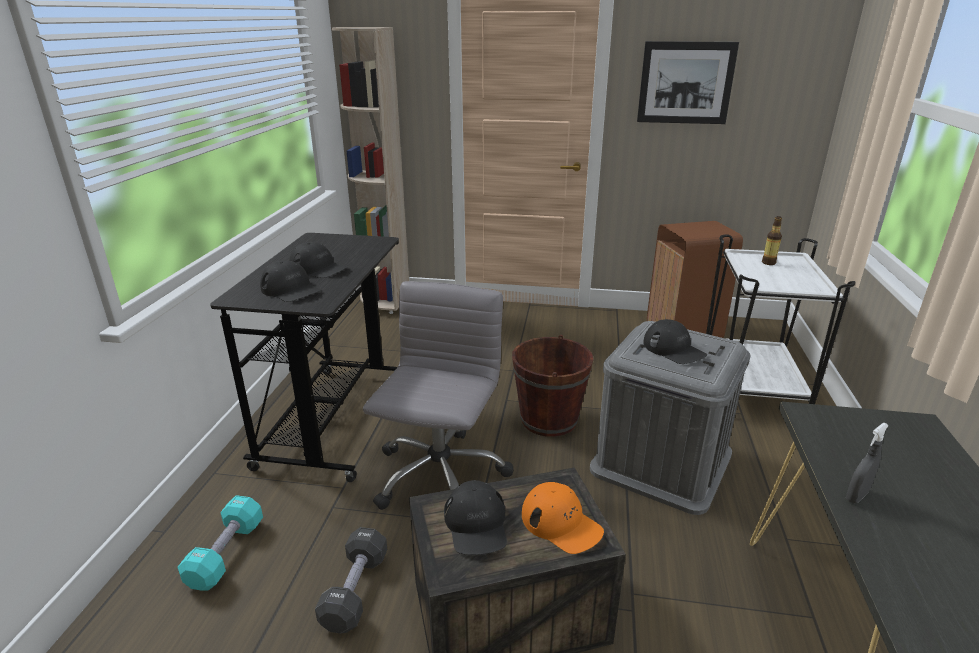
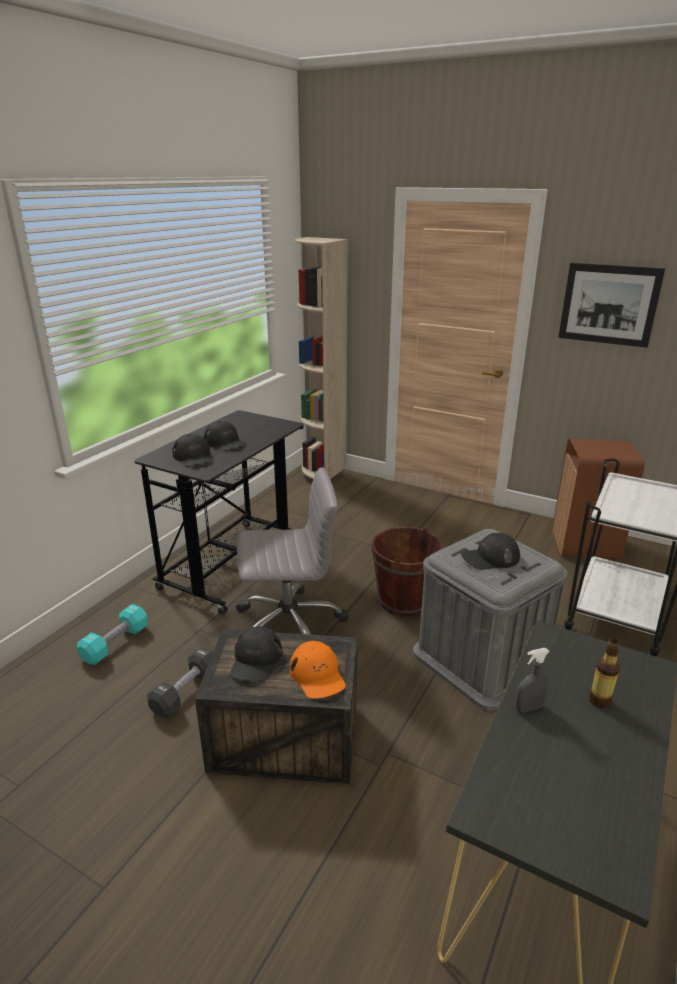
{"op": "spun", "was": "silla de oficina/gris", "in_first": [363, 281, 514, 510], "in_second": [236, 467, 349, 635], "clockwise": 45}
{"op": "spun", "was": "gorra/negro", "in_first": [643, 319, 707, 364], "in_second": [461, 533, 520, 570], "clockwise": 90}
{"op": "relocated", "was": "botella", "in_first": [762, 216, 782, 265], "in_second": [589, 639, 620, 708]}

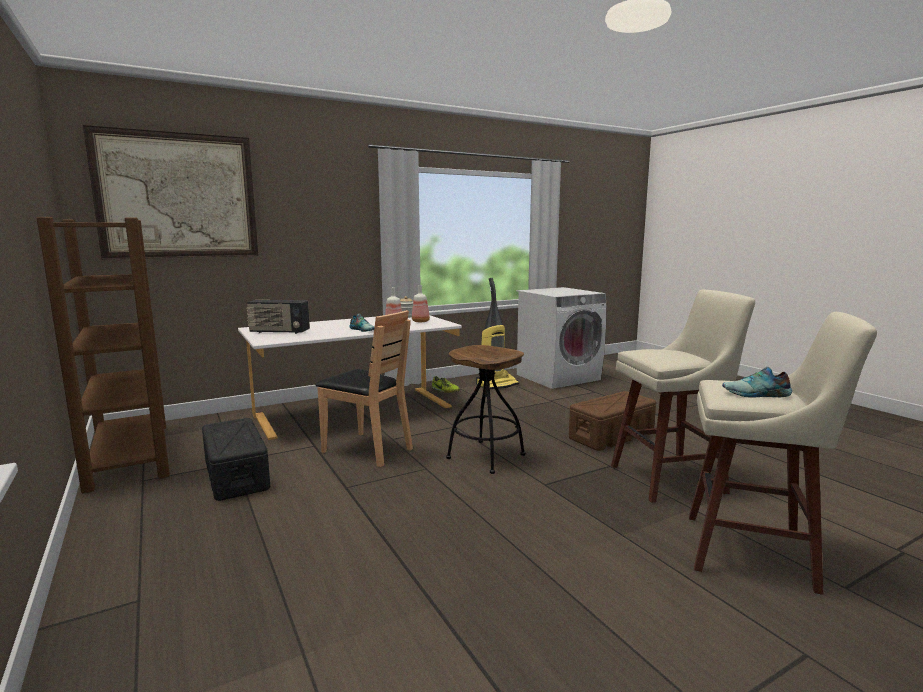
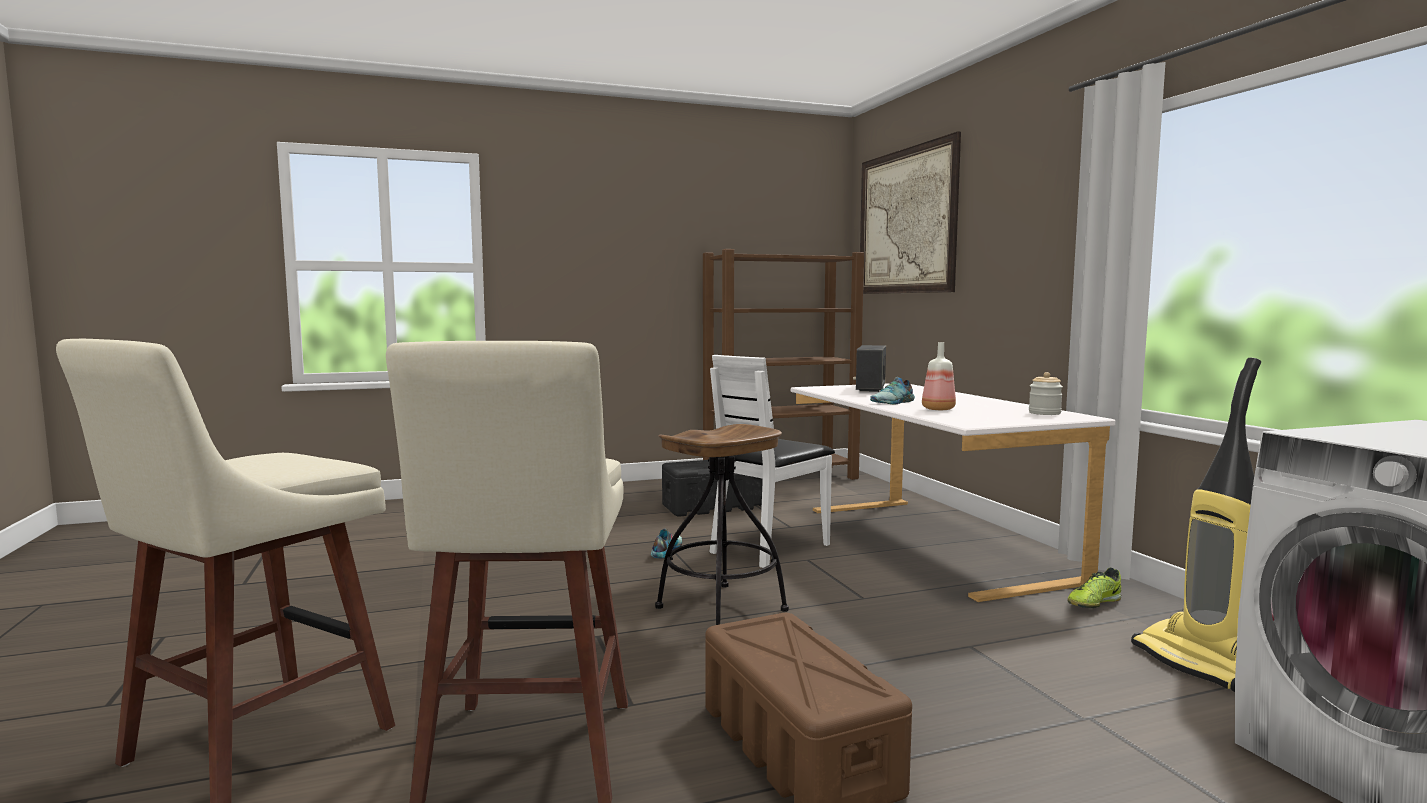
{"op": "colour", "was": "silla/marrón", "now": "silla/blanco", "in_first": [315, 310, 413, 467], "in_second": [710, 355, 835, 568]}
{"op": "missing", "was": "botella", "in_first": [412, 285, 430, 322]}
{"op": "relocated", "was": "zapato", "in_first": [722, 367, 792, 398], "in_second": [651, 529, 682, 559]}

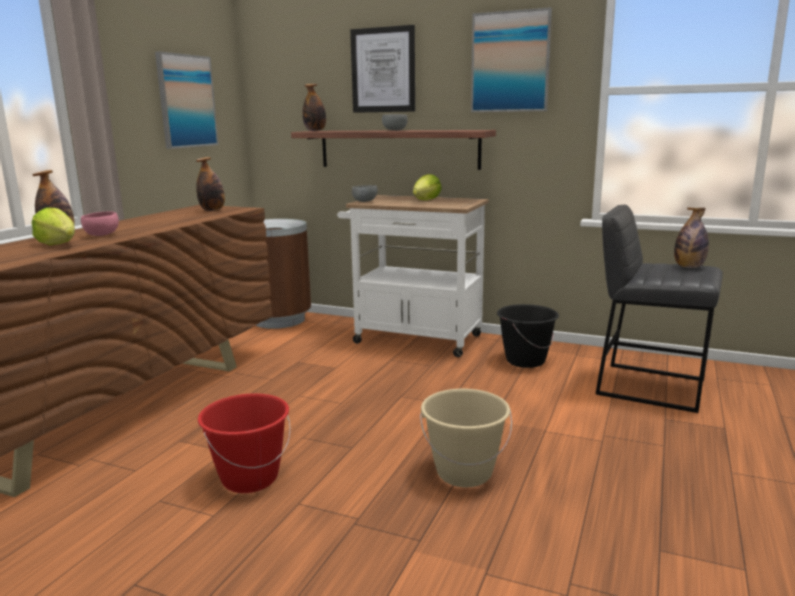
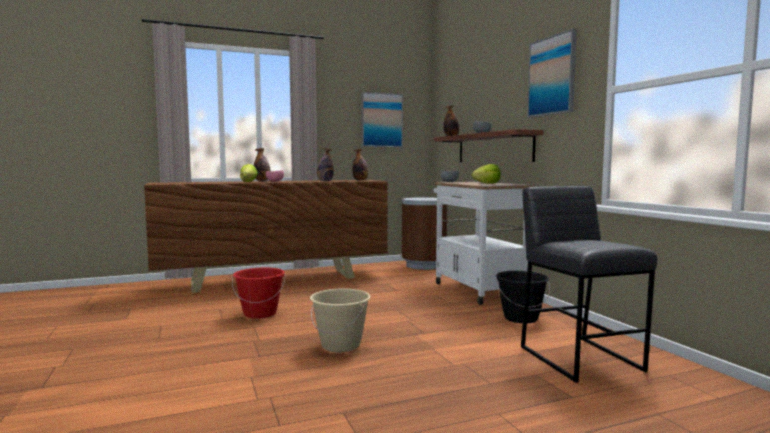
{"op": "missing", "was": "cuadro", "in_first": [350, 25, 415, 113]}
{"op": "relocated", "was": "botella", "in_first": [674, 208, 709, 268], "in_second": [317, 148, 334, 182]}

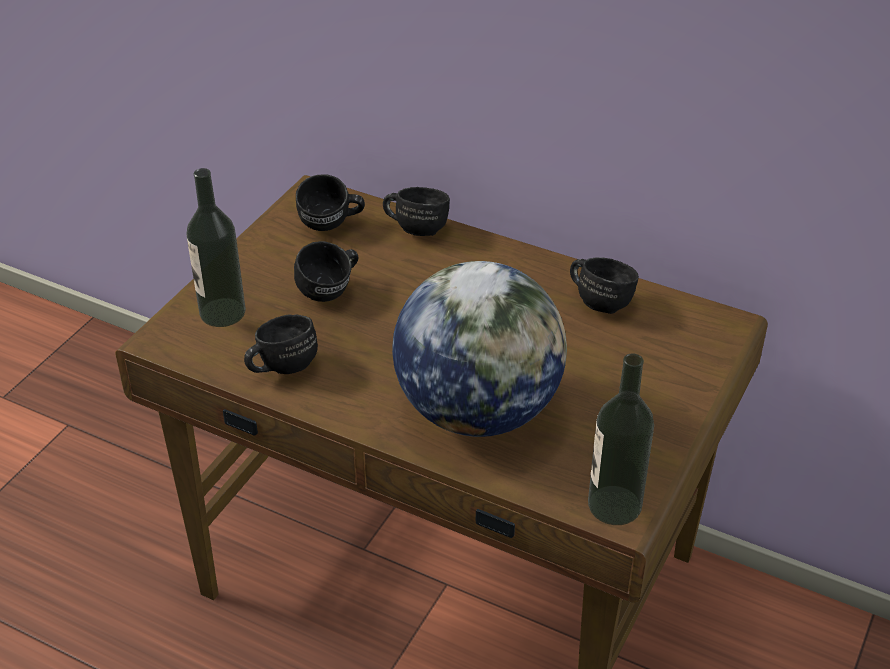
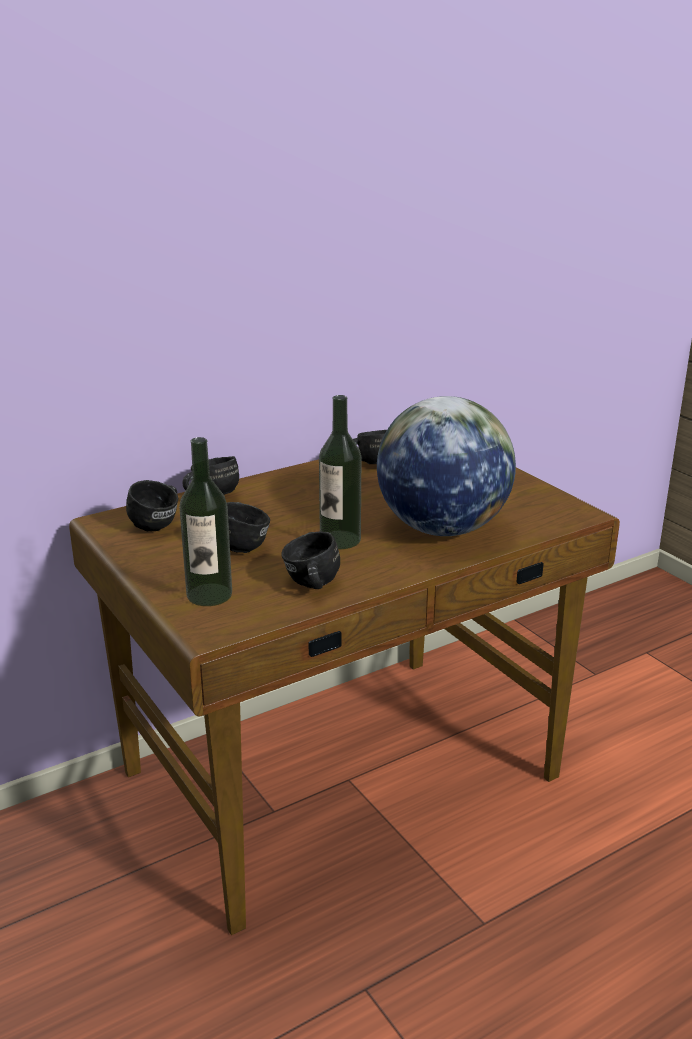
{"op": "relocated", "was": "botella", "in_first": [588, 353, 654, 525], "in_second": [319, 395, 361, 549]}

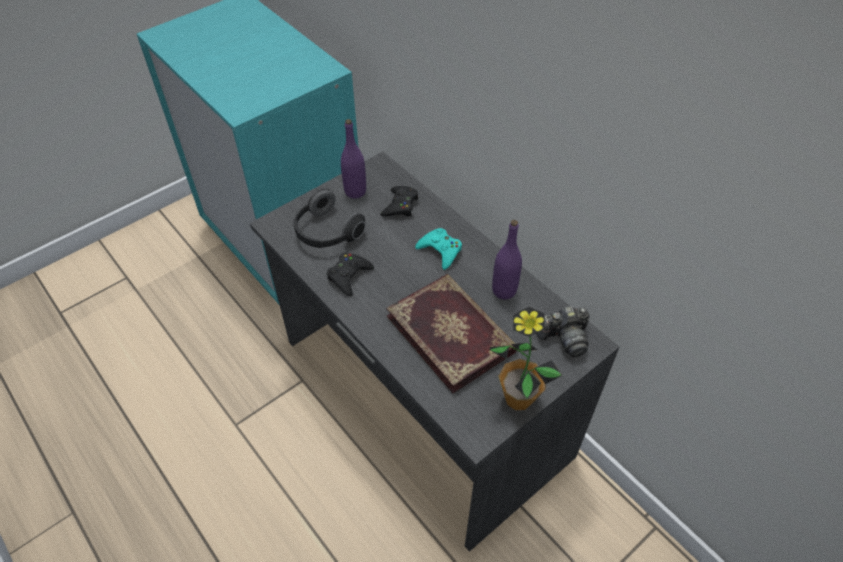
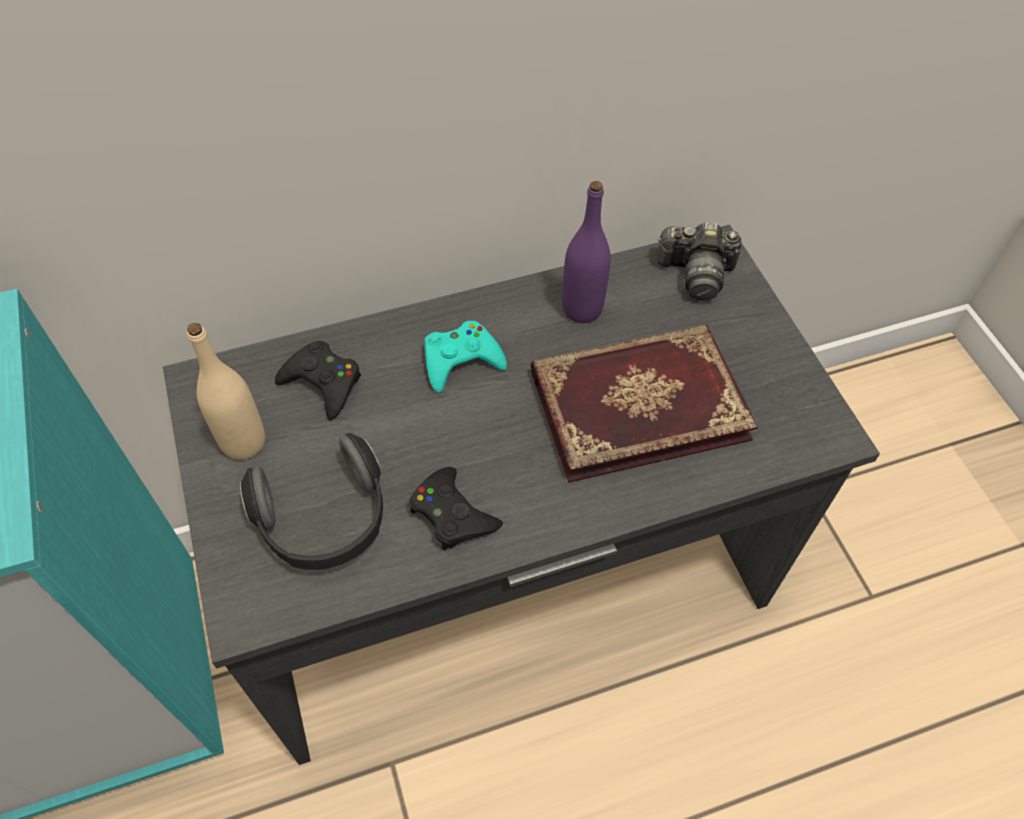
{"op": "colour", "was": "botella/morado", "now": "botella/beis", "in_first": [341, 119, 366, 199], "in_second": [187, 323, 265, 460]}
{"op": "missing", "was": "planta en maceta", "in_first": [490, 307, 562, 410]}
{"op": "spun", "was": "cámara", "in_first": [536, 306, 589, 357], "in_second": [657, 222, 741, 301], "clockwise": 90}

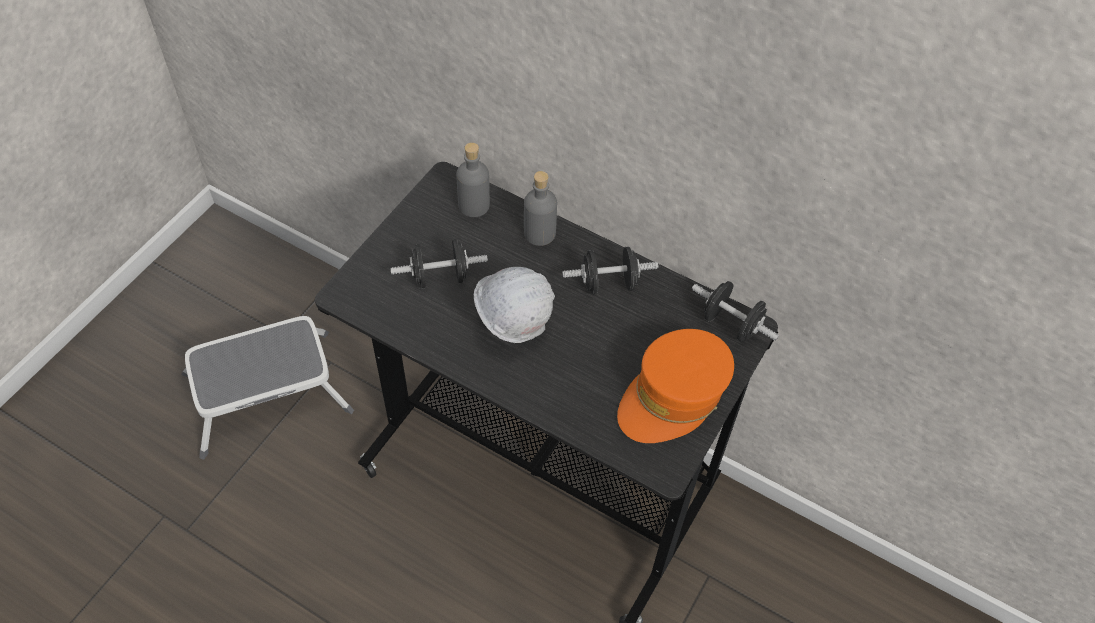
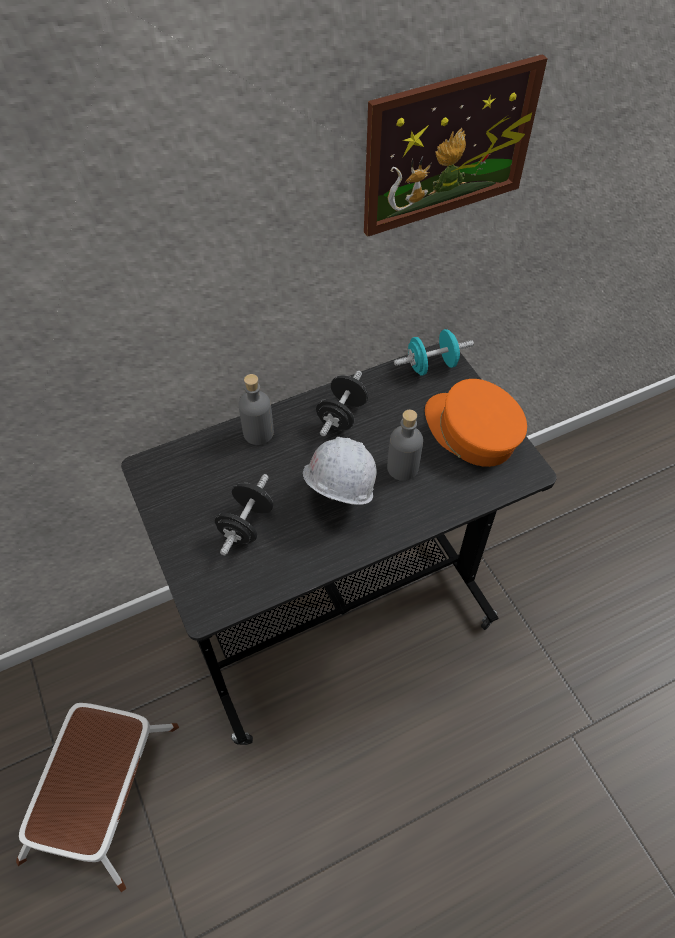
{"op": "colour", "was": "escalera de tijera/gris", "now": "escalera de tijera/marrón", "in_first": [181, 316, 354, 460], "in_second": [16, 703, 179, 892]}
{"op": "relocated", "was": "botella/gris", "in_first": [456, 142, 490, 217], "in_second": [387, 410, 423, 481]}
{"op": "spun", "was": "gorra/naranja", "in_first": [617, 329, 734, 443], "in_second": [425, 379, 527, 467], "clockwise": 150}
{"op": "colour", "was": "mancuerna/negro", "now": "mancuerna/turquesa", "in_first": [692, 281, 779, 341], "in_second": [394, 329, 474, 375]}
{"op": "appeared", "now": "cuadro", "in_second": [364, 54, 548, 237]}

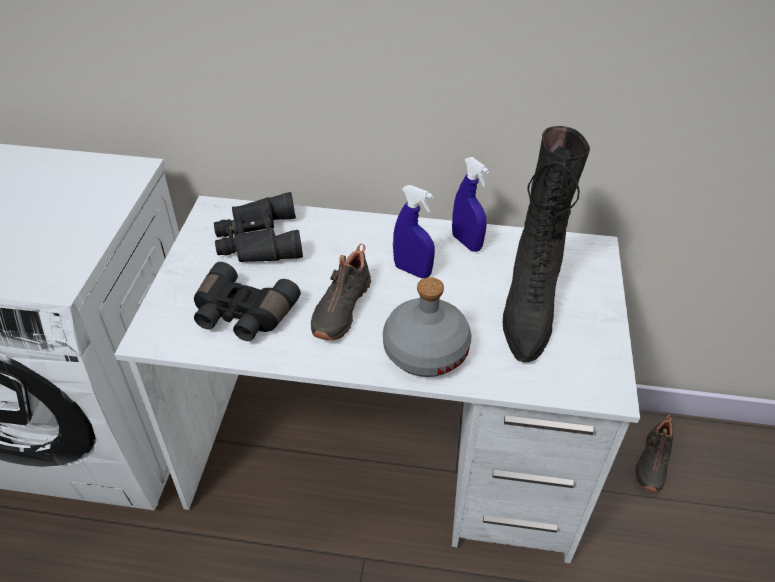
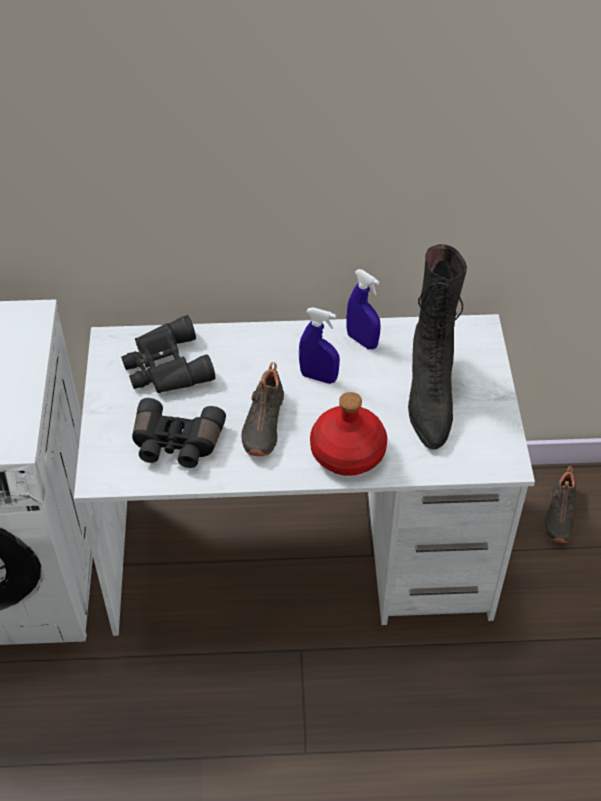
{"op": "colour", "was": "botella/gris", "now": "botella/rojo", "in_first": [383, 277, 471, 377], "in_second": [310, 392, 387, 476]}

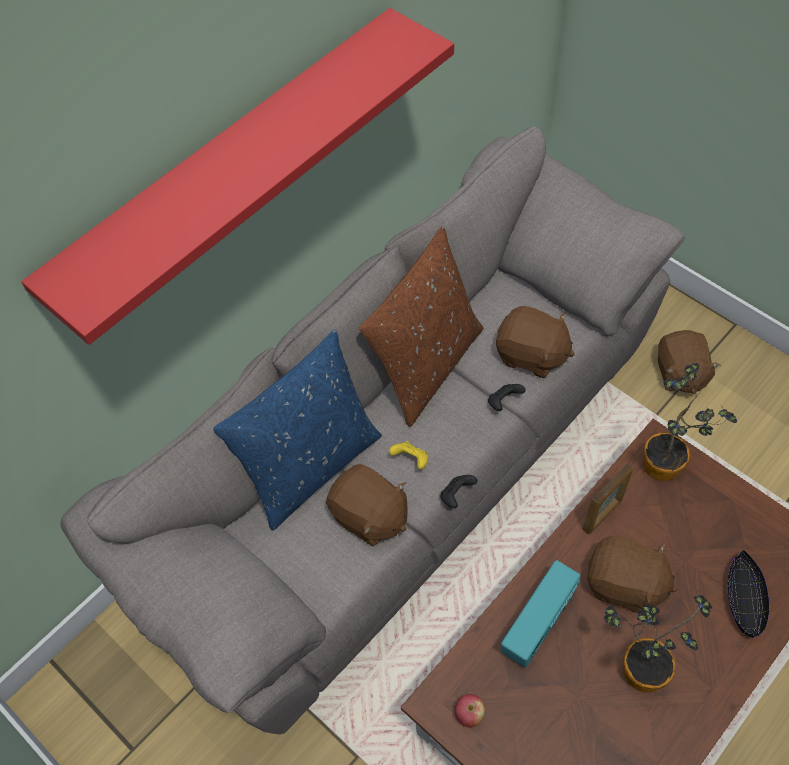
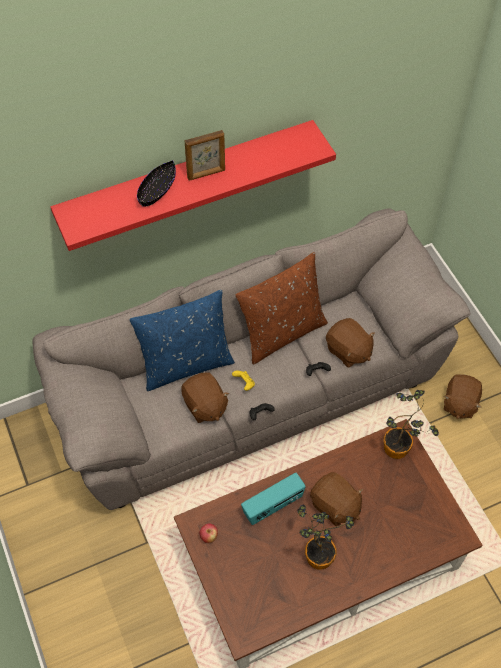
{"op": "relocated", "was": "portarretratos", "in_first": [582, 464, 633, 534], "in_second": [184, 130, 225, 181]}
{"op": "relocated", "was": "cuenco/negro", "in_first": [727, 550, 769, 638], "in_second": [137, 160, 176, 207]}

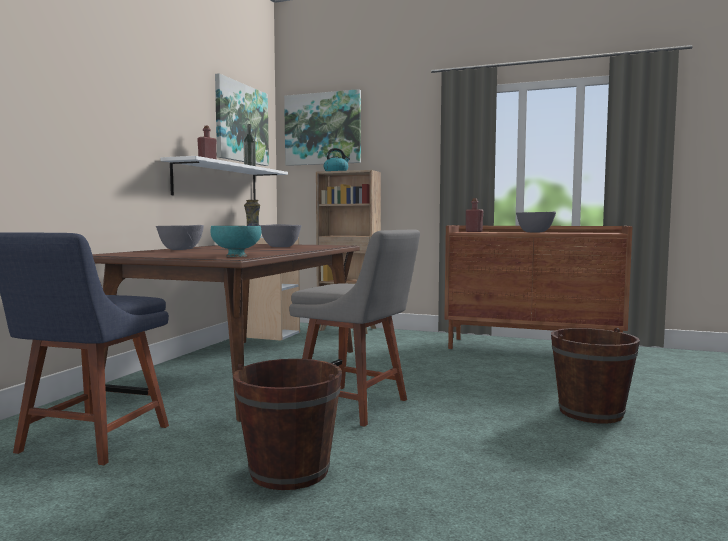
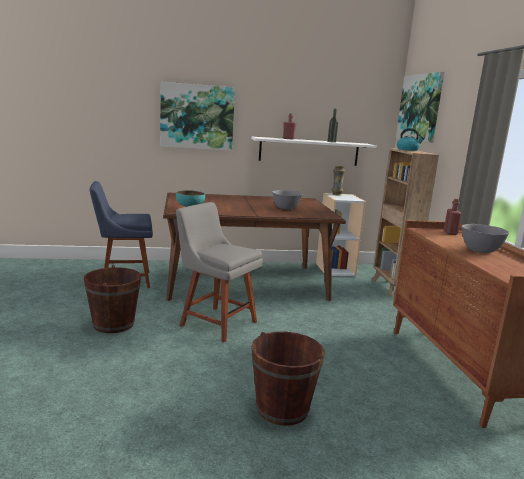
{"op": "missing", "was": "cuenco/gris", "in_first": [156, 225, 204, 250]}
{"op": "relocated", "was": "cuadro", "in_first": [215, 73, 269, 166], "in_second": [160, 82, 235, 151]}
{"op": "spun", "was": "silla/gris", "in_first": [289, 229, 420, 427], "in_second": [176, 202, 263, 343], "clockwise": 120}

